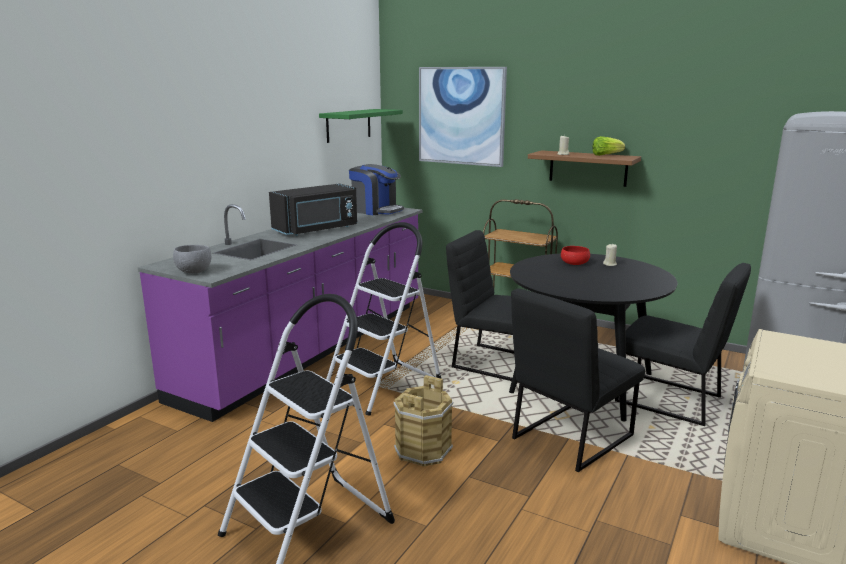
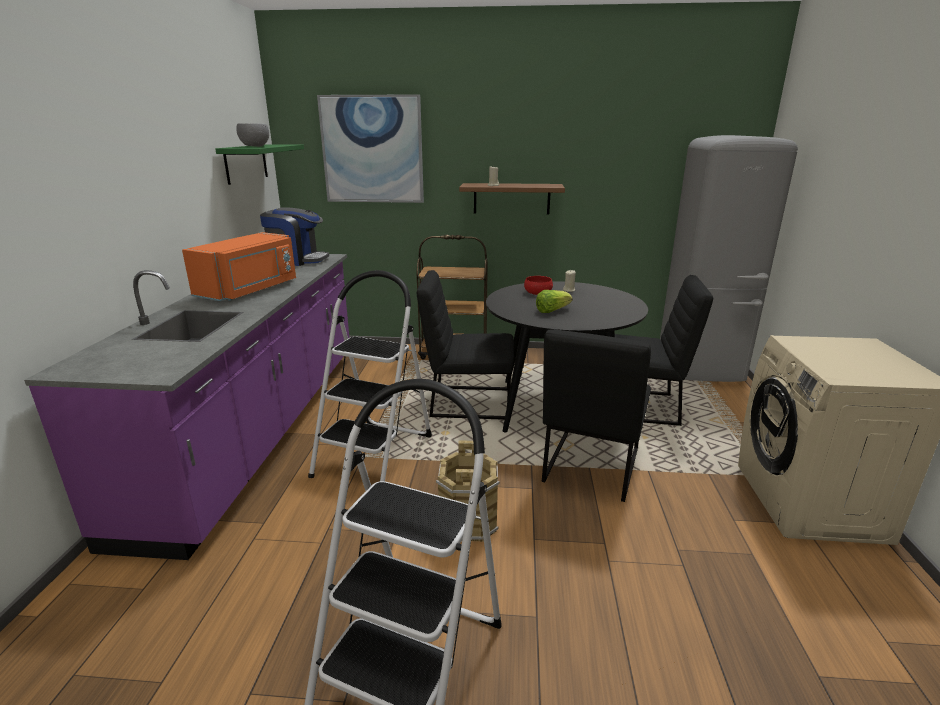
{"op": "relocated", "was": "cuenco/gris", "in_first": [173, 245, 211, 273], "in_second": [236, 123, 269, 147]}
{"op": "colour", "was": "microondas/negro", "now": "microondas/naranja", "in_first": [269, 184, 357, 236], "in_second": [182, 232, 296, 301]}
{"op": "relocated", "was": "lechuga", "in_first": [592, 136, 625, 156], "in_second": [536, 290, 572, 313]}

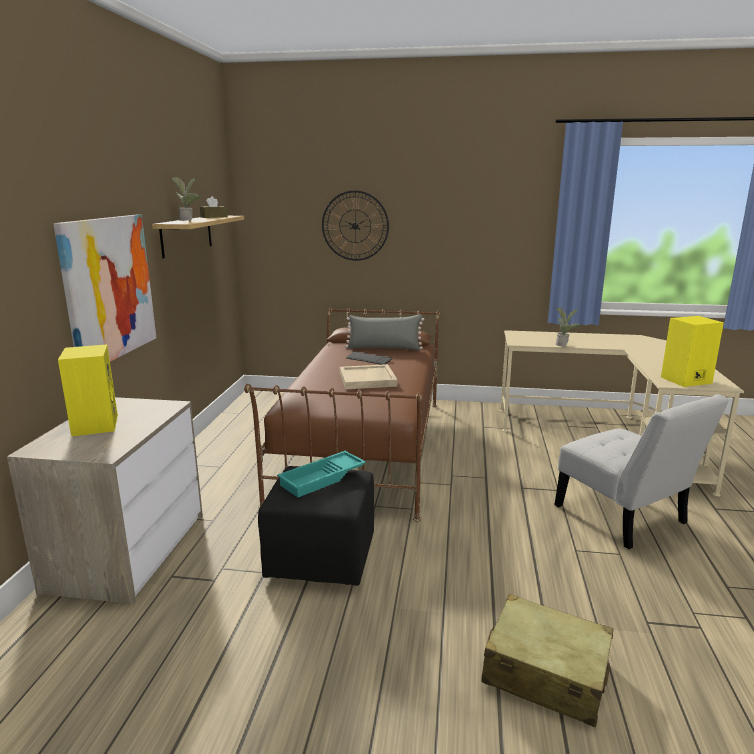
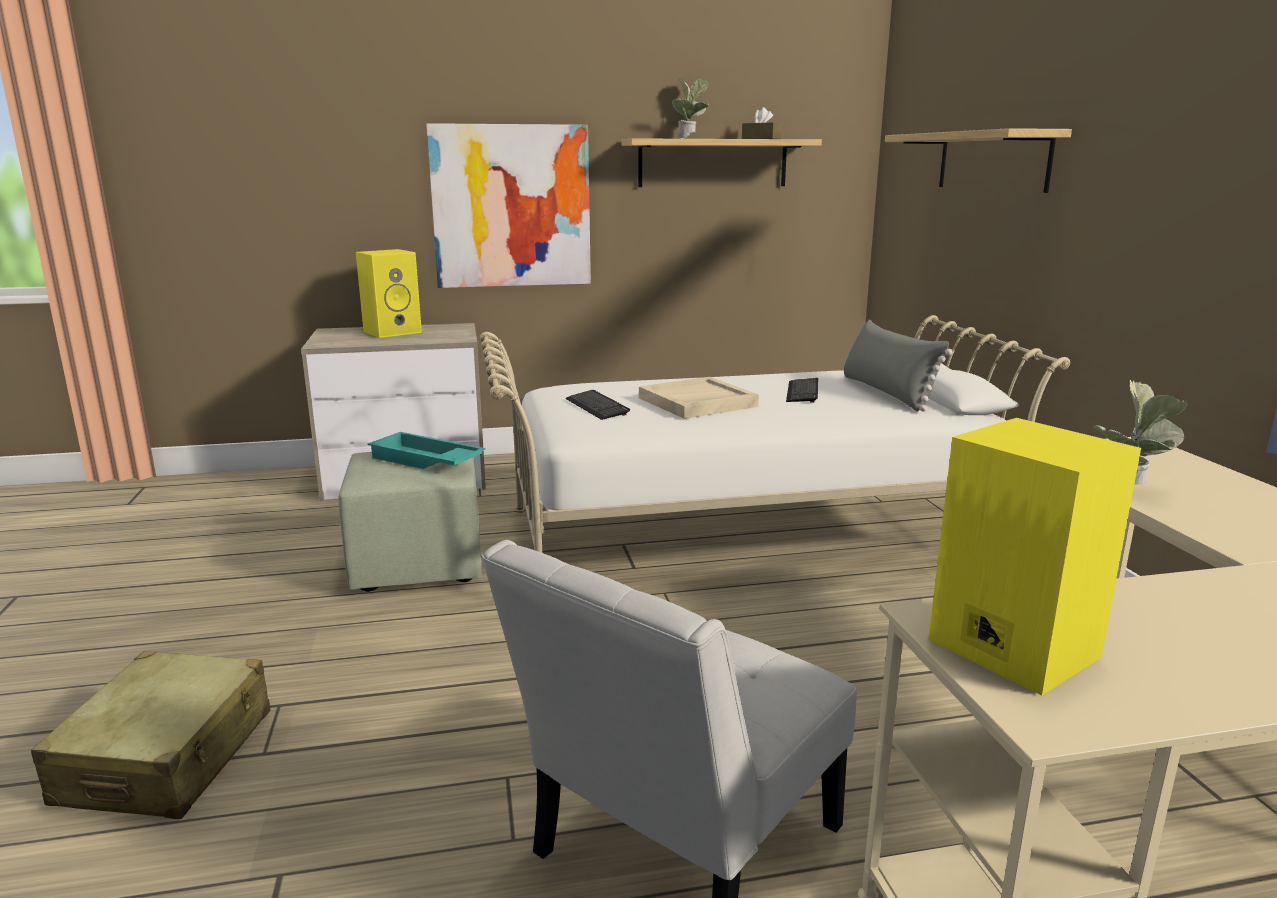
{"op": "colour", "was": "cama/marrón", "now": "cama/blanco", "in_first": [244, 307, 440, 522], "in_second": [480, 315, 1070, 553]}
{"op": "colour", "was": "puf/negro", "now": "puf/verde", "in_first": [258, 466, 374, 586], "in_second": [339, 452, 482, 592]}
{"op": "exchanged", "was": "reloj de pared", "now": "estante", "in_first": [322, 190, 389, 261], "in_second": [885, 128, 1072, 193]}
{"op": "appeared", "now": "teclado", "in_second": [566, 390, 630, 420]}

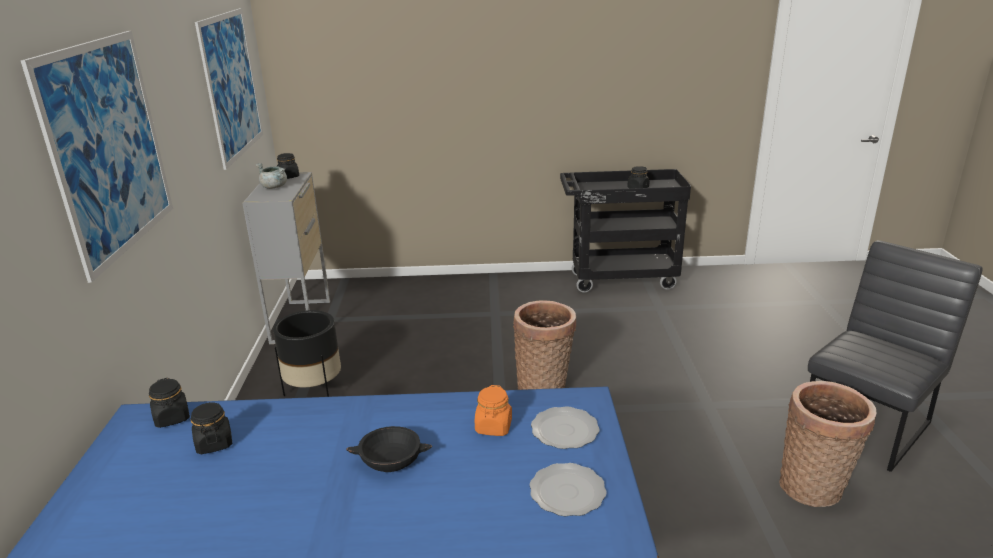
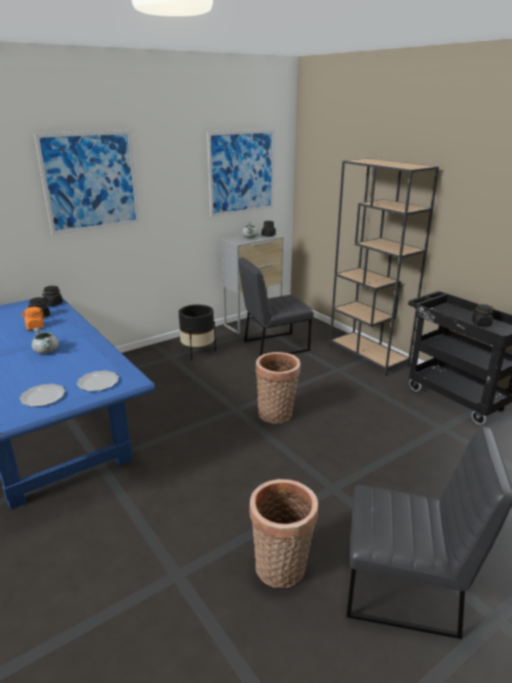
{"op": "exchanged", "was": "cuenco/negro", "now": "olla/gris", "in_first": [346, 426, 432, 472], "in_second": [32, 328, 59, 354]}
{"op": "relocated", "was": "tarro/naranja", "in_first": [475, 385, 512, 436], "in_second": [21, 307, 45, 330]}
{"op": "appeared", "now": "silla/gris", "in_second": [238, 257, 314, 357]}
{"op": "appeared", "now": "estantería", "in_second": [330, 158, 439, 375]}

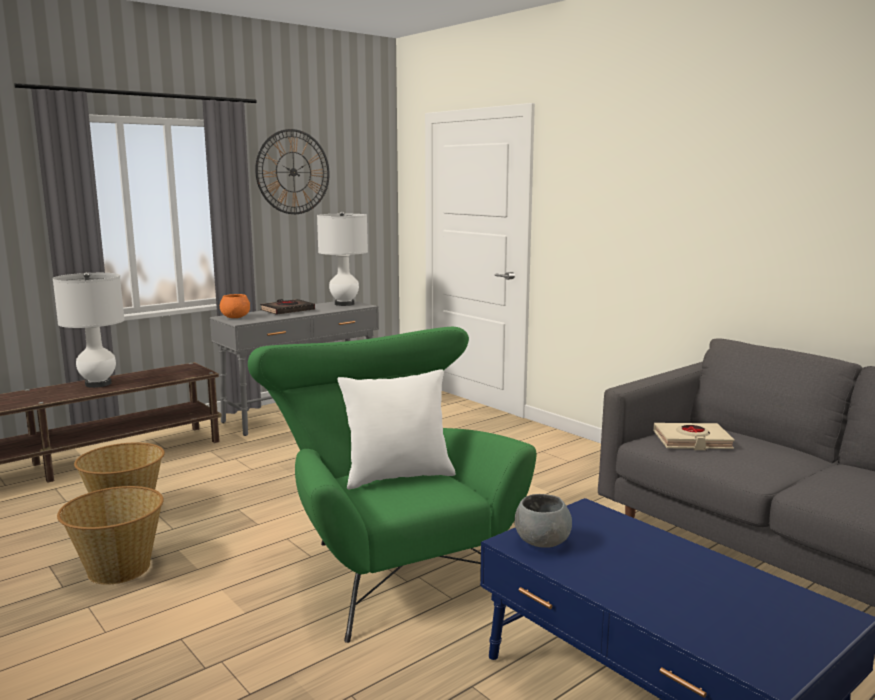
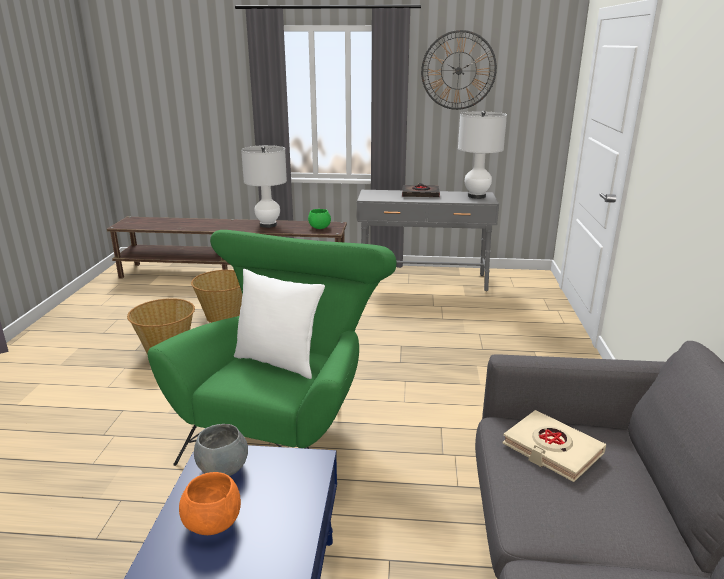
{"op": "relocated", "was": "cuenco/naranja", "in_first": [220, 294, 250, 318], "in_second": [179, 472, 241, 535]}
{"op": "appeared", "now": "cuenco/verde", "in_second": [308, 209, 331, 229]}

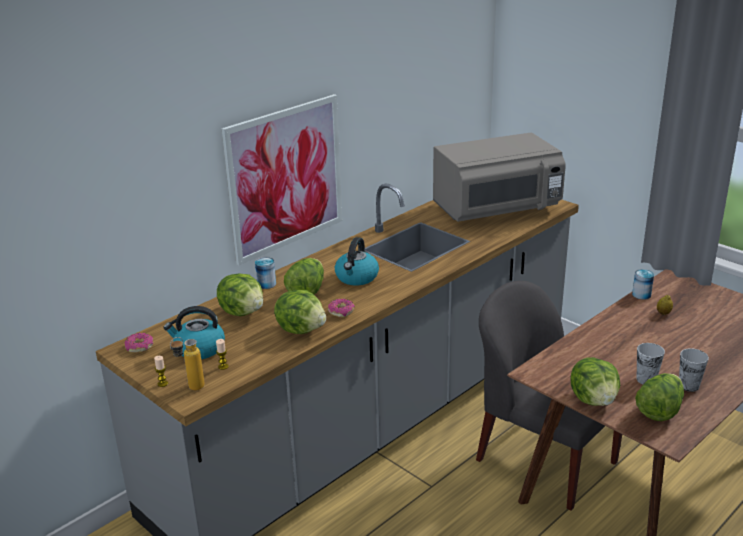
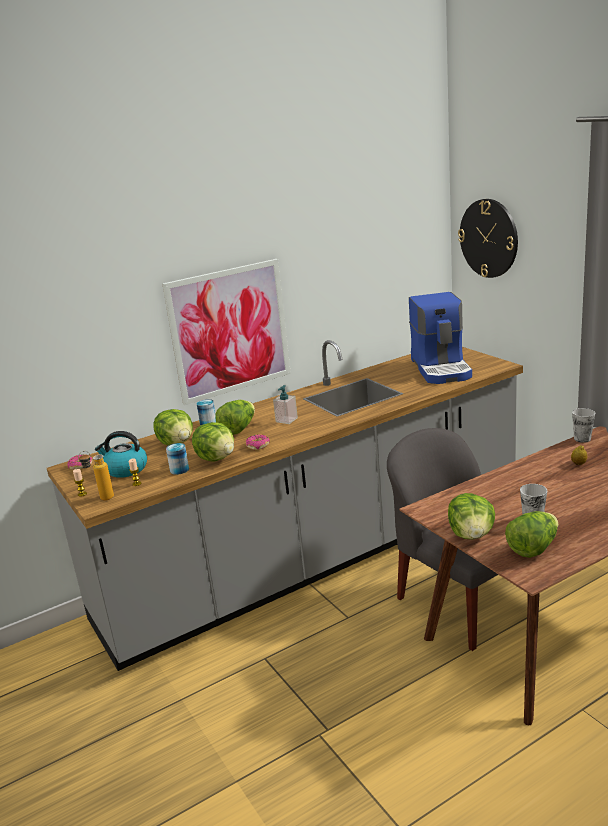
{"op": "exchanged", "was": "hervidor", "now": "dispensador de jabón", "in_first": [335, 237, 379, 286], "in_second": [273, 385, 298, 424]}
{"op": "exchanged", "was": "microondas/gris", "now": "cafetera", "in_first": [433, 133, 566, 222], "in_second": [409, 292, 472, 384]}
{"op": "relocated", "was": "lata", "in_first": [632, 269, 654, 300], "in_second": [166, 443, 189, 475]}
{"op": "relocated", "was": "taza", "in_first": [679, 348, 709, 392], "in_second": [572, 408, 595, 443]}
{"op": "appeared", "now": "reloj de pared", "in_second": [458, 199, 518, 278]}

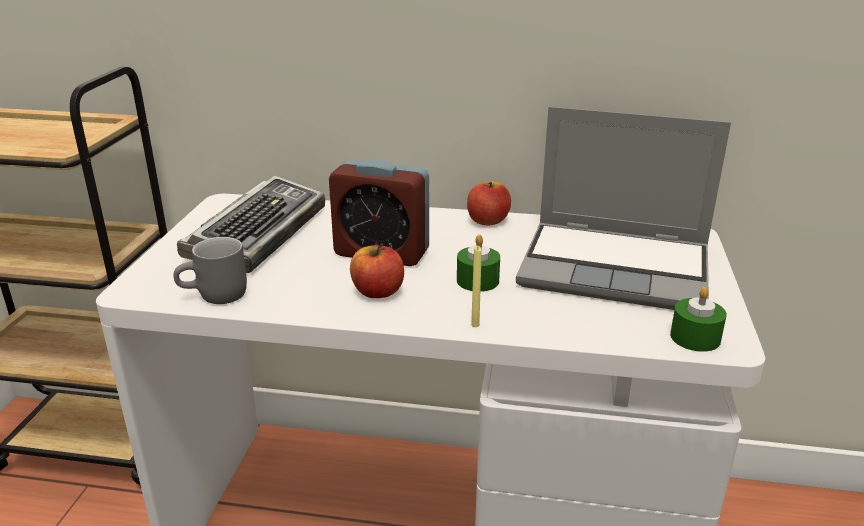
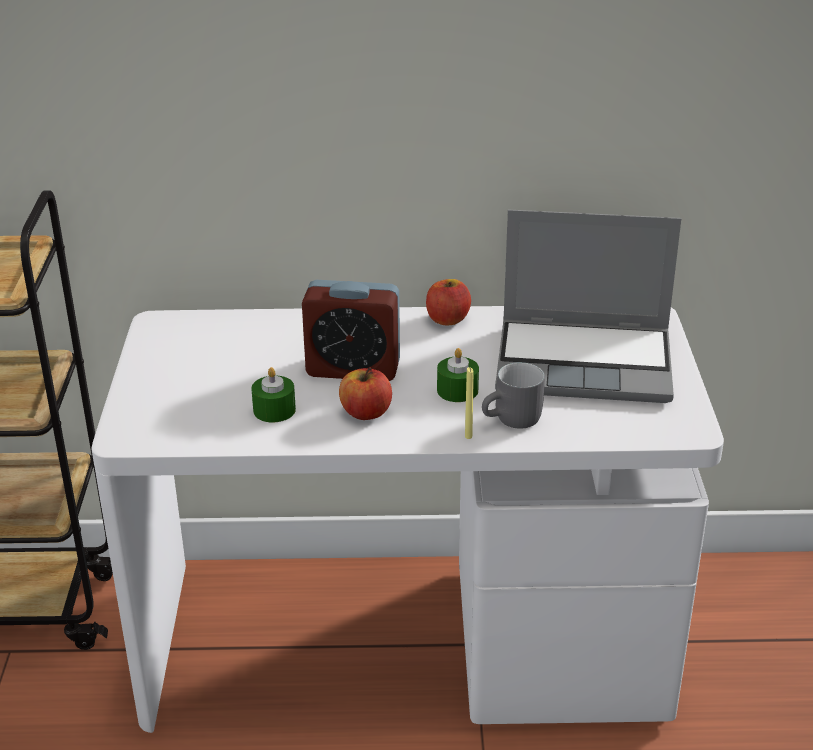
{"op": "relocated", "was": "taza grande/gris", "in_first": [173, 237, 247, 304], "in_second": [482, 362, 545, 429]}
{"op": "missing", "was": "teclado", "in_first": [177, 176, 325, 273]}
{"op": "relocated", "was": "vela/verde", "in_first": [670, 287, 727, 352], "in_second": [251, 367, 296, 422]}

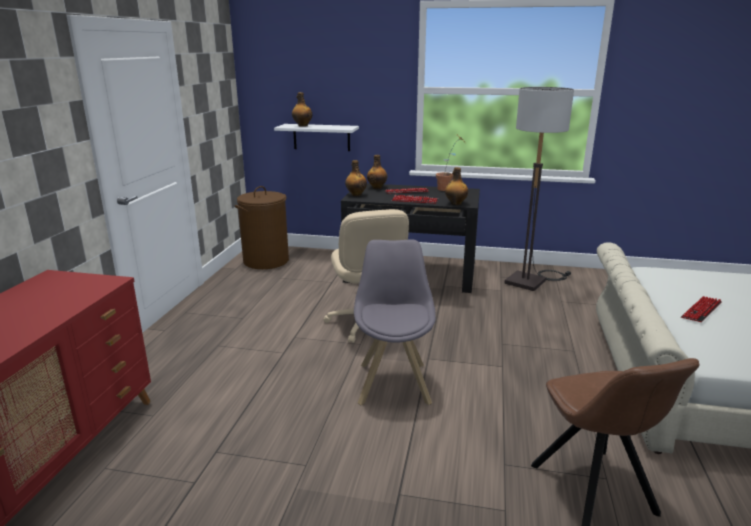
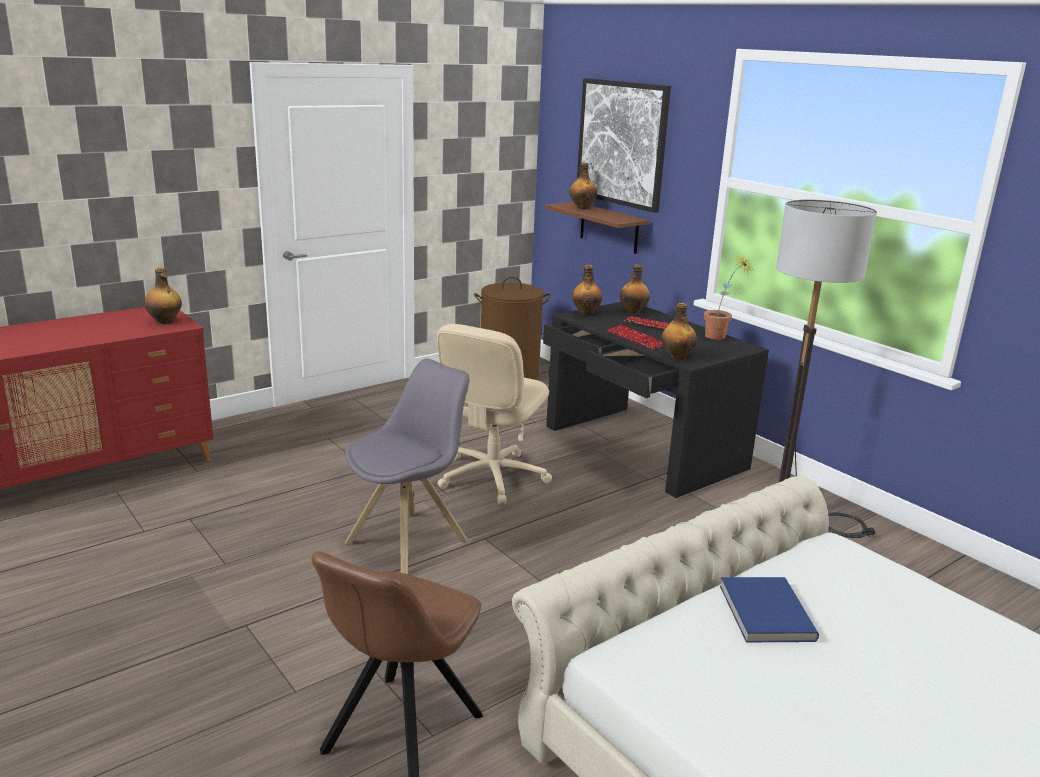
{"op": "colour", "was": "estante/blanco", "now": "estante/marrón", "in_first": [274, 124, 359, 151], "in_second": [545, 202, 649, 254]}
{"op": "exchanged", "was": "teclado", "now": "libro/azul", "in_first": [681, 296, 722, 322], "in_second": [720, 577, 819, 642]}
{"op": "appeared", "now": "botella", "in_second": [145, 268, 182, 324]}
{"op": "appeared", "now": "cuadro", "in_second": [577, 78, 671, 213]}

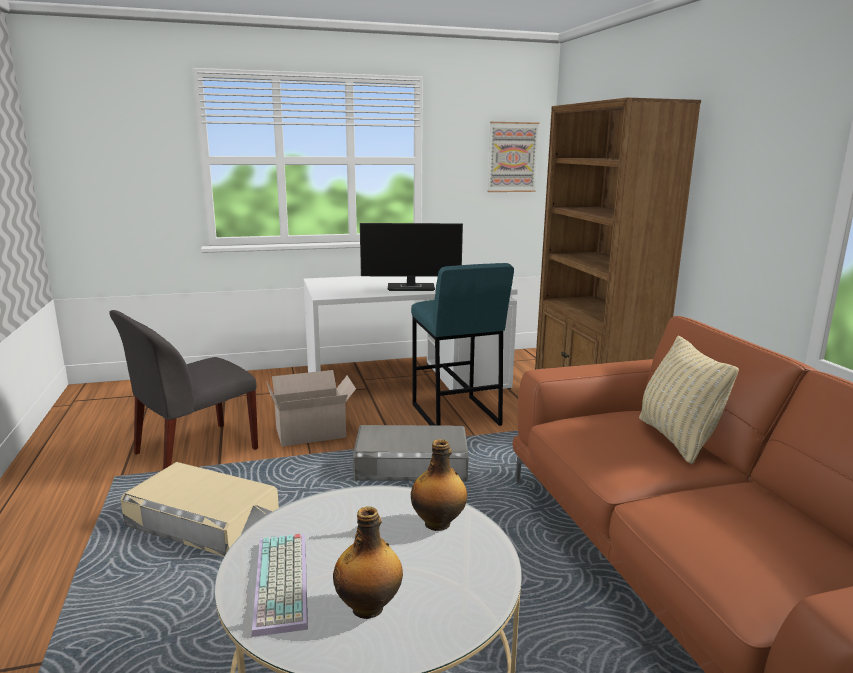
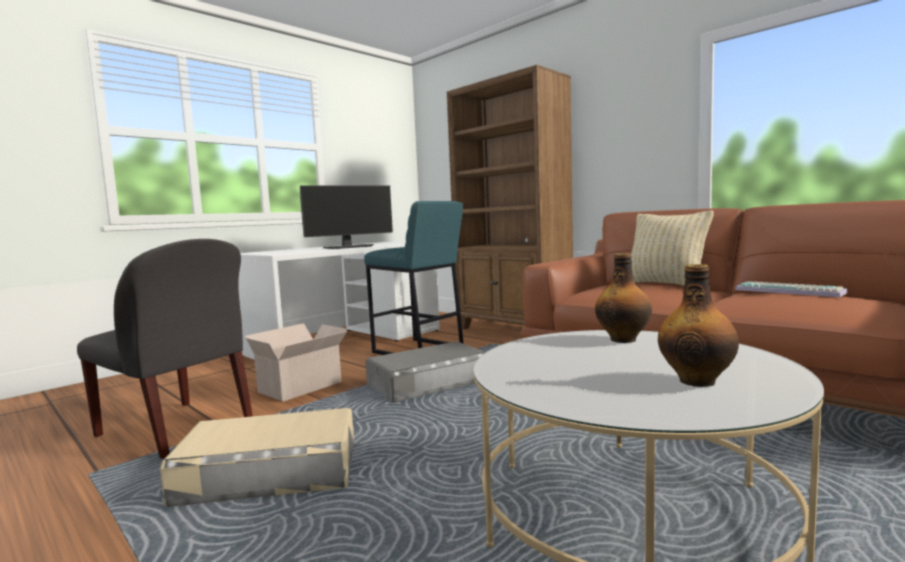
{"op": "spun", "was": "silla/gris", "in_first": [109, 310, 258, 470], "in_second": [77, 239, 253, 459], "clockwise": -75}
{"op": "relocated", "was": "teclado", "in_first": [251, 534, 308, 637], "in_second": [735, 281, 848, 297]}
{"op": "missing", "was": "cuadro", "in_first": [487, 122, 539, 192]}

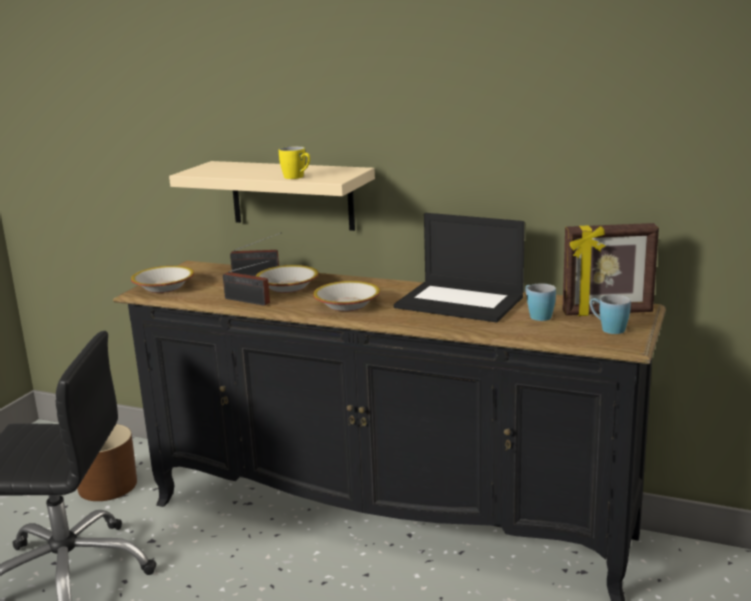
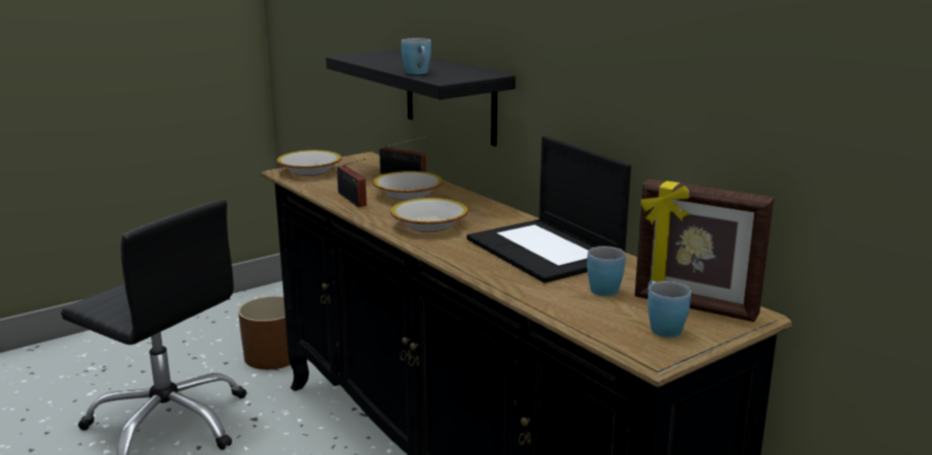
{"op": "colour", "was": "estante/beis", "now": "estante/negro", "in_first": [169, 161, 375, 231], "in_second": [326, 50, 516, 146]}
{"op": "colour", "was": "taza grande/amarillo", "now": "taza grande/azul", "in_first": [279, 146, 310, 179], "in_second": [401, 38, 431, 74]}

